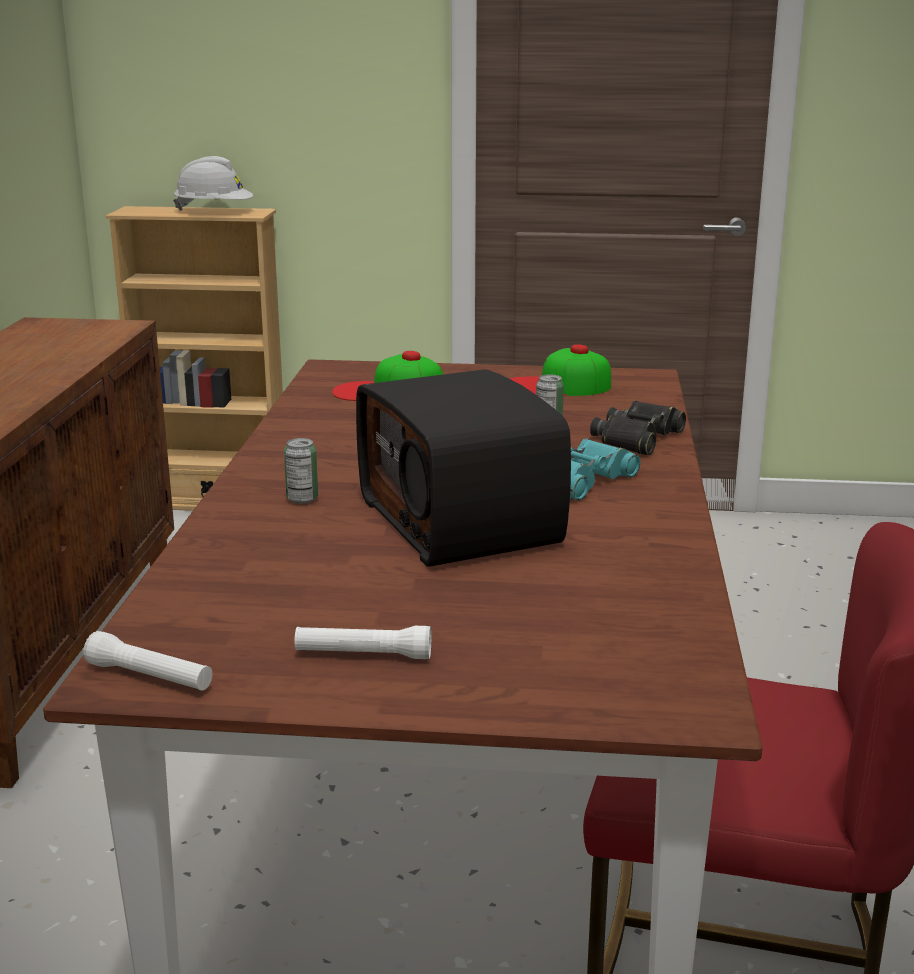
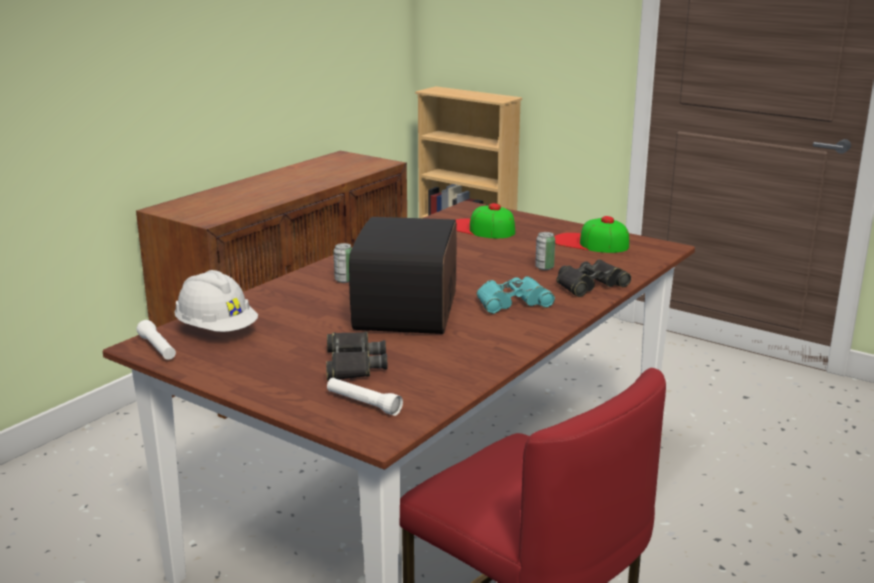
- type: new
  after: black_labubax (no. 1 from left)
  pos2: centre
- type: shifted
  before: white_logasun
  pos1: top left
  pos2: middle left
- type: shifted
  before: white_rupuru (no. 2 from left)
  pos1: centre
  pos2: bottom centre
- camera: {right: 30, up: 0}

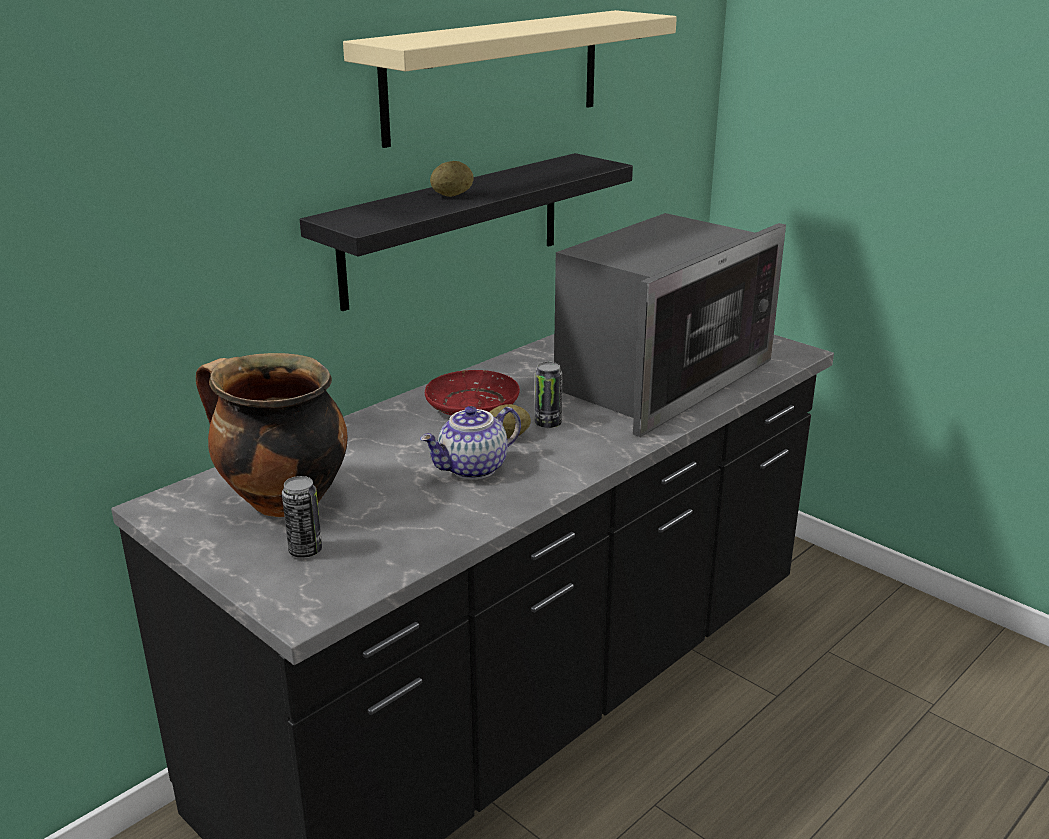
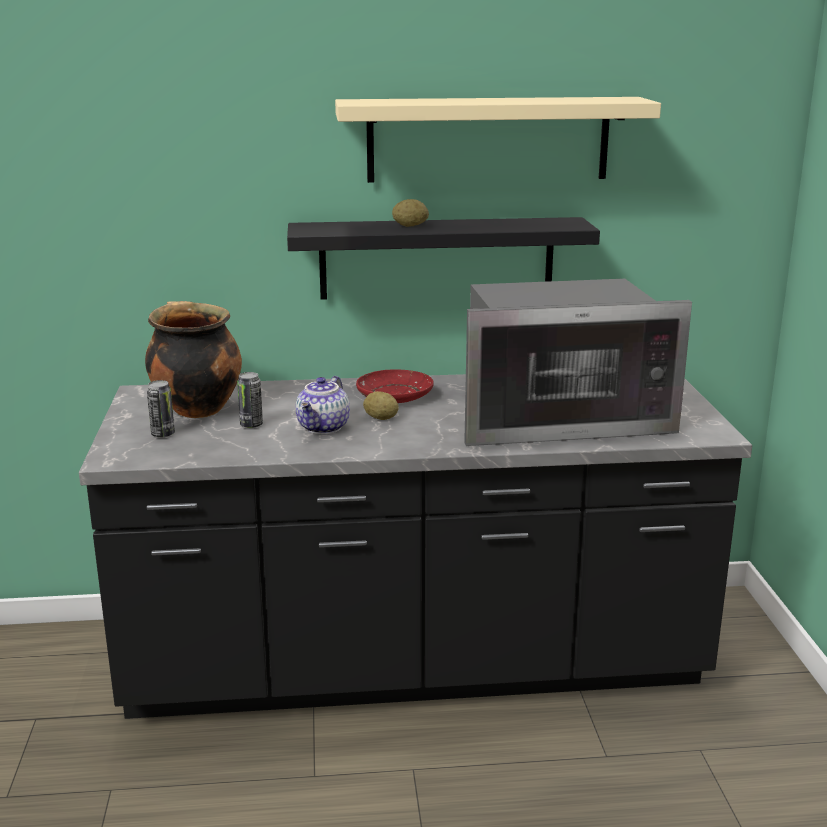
- type: shifted
  before: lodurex (no. 2 from left)
  pos1: centre
  pos2: middle left
- type: rotated
  before: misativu
  pos1: centre
  pos2: centre
  turn: -75
- camera: {right: 40, up: -5}

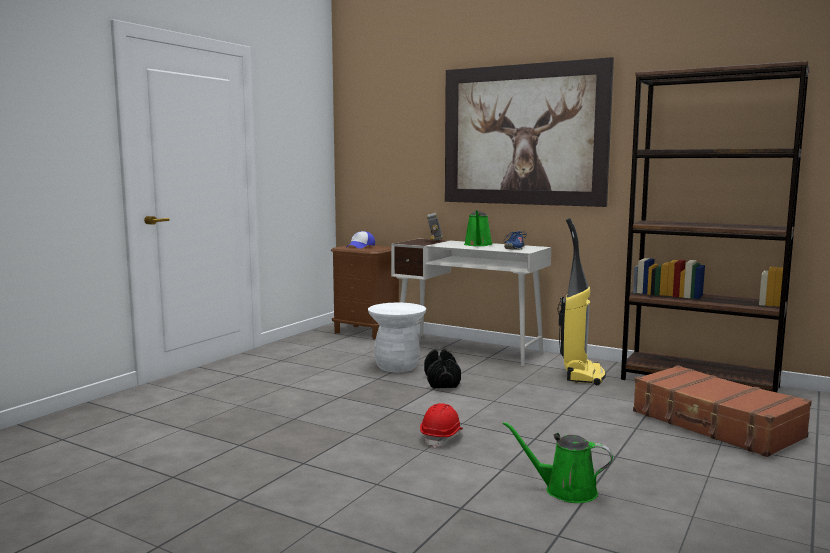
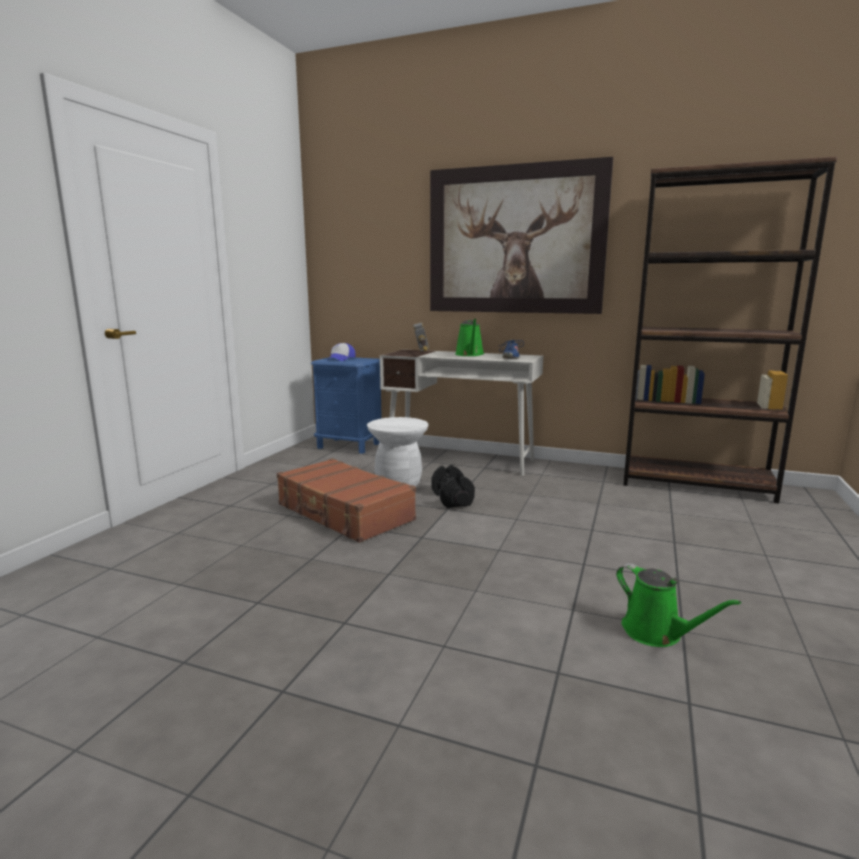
- type: gone
  before: red_logasun
  pos1: bottom centre
- type: gone
  before: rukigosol
  pos1: middle right
- type: shifted
  before: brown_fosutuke
  pos1: bottom right
  pos2: centre
- type: repainted
  before: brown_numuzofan
  after: blue_numuzofan
  pos1: centre
  pos2: centre
- type: rotated
  before: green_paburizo (no. 2 from left)
  pos1: bottom right
  pos2: bottom right
  turn: -135
- camera: {right: -10, up: 5}

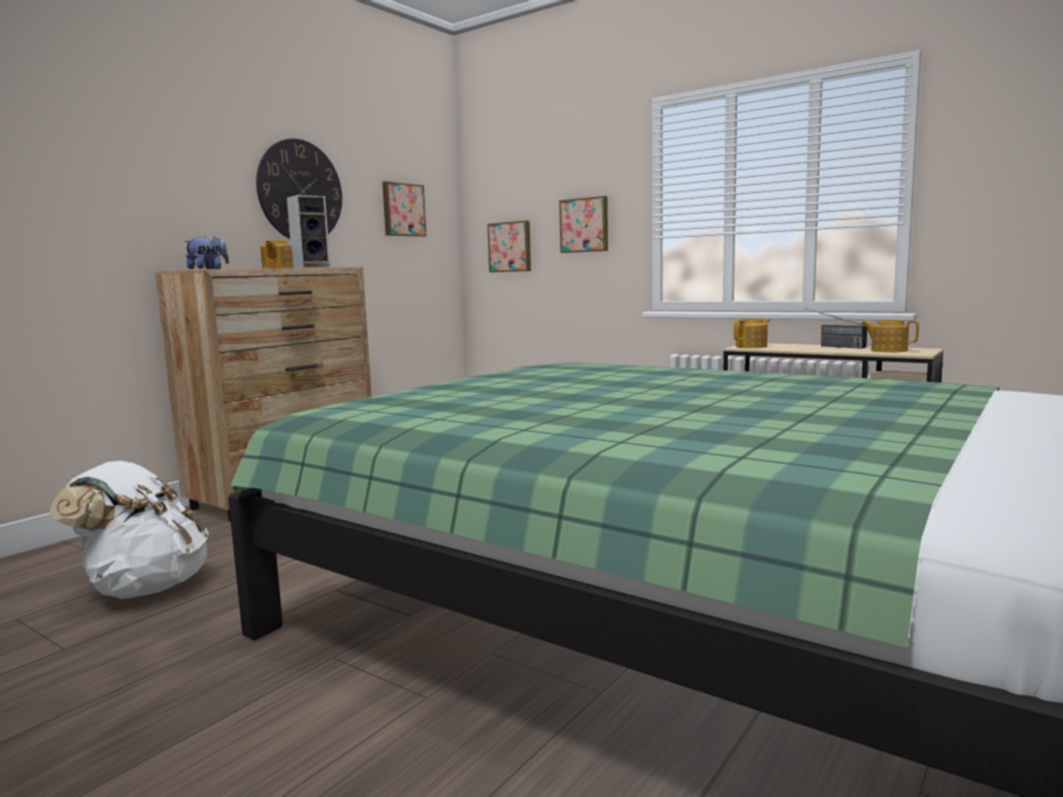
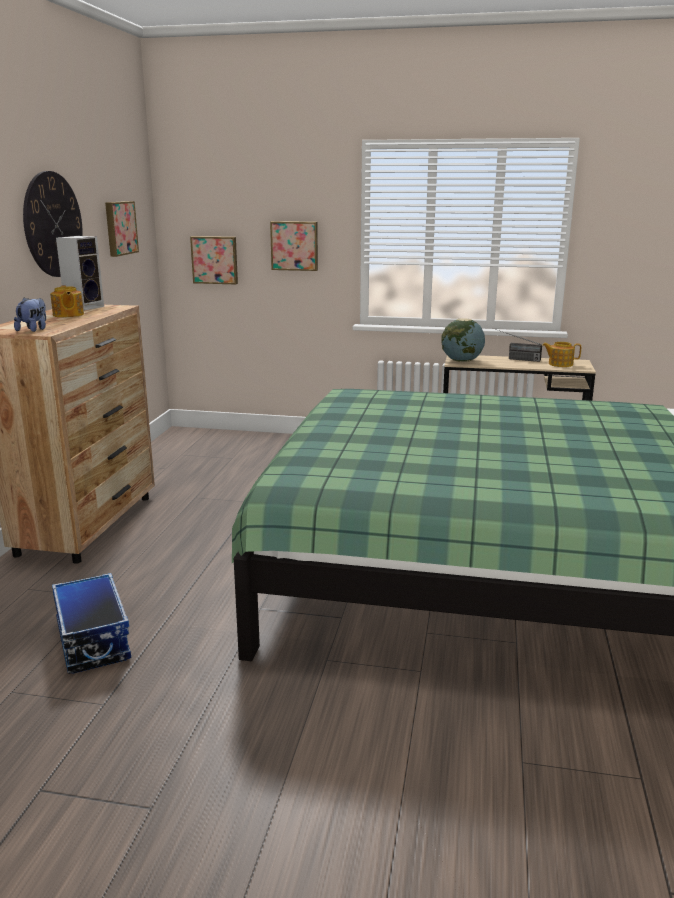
- type: swapped
  before: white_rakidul
  after: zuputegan
  pos1: middle left
  pos2: bottom left
- type: swapped
  before: misativu (no. 2 from left)
  after: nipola
  pos1: middle right
  pos2: middle right
- camera: {right: -25, up: 10}

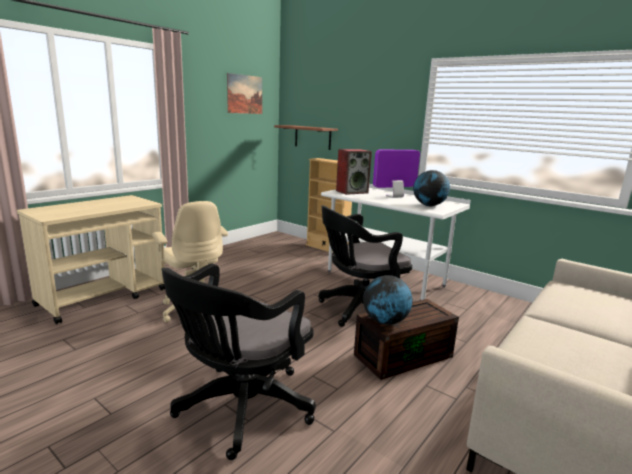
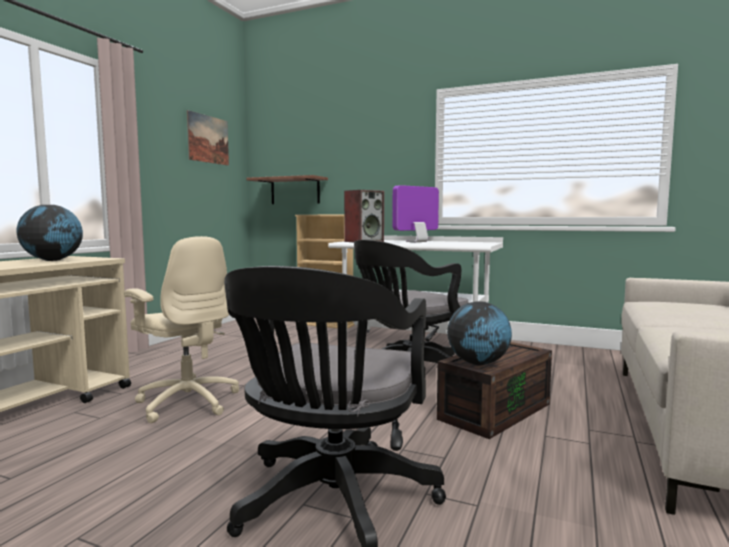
- type: shifted
  before: nipola (no. 2 from left in the first image)
  after: nipola (no. 1 from left)
  pos1: middle right
  pos2: middle left
- camera: {right: -15, up: -10}

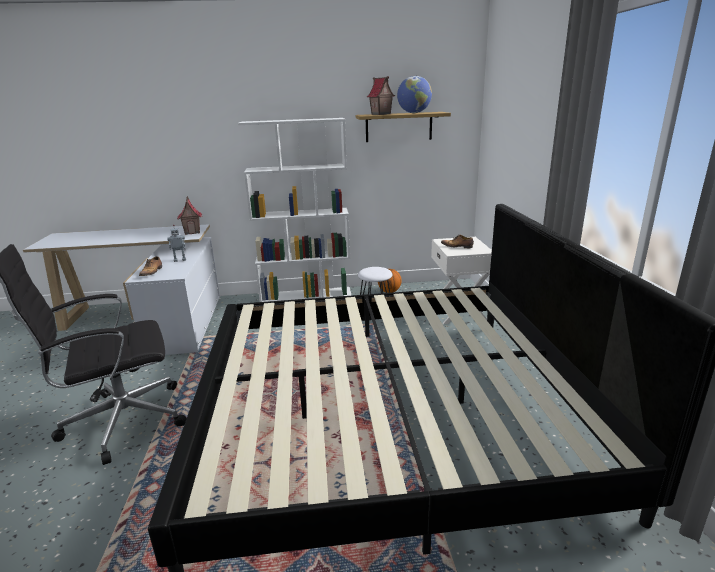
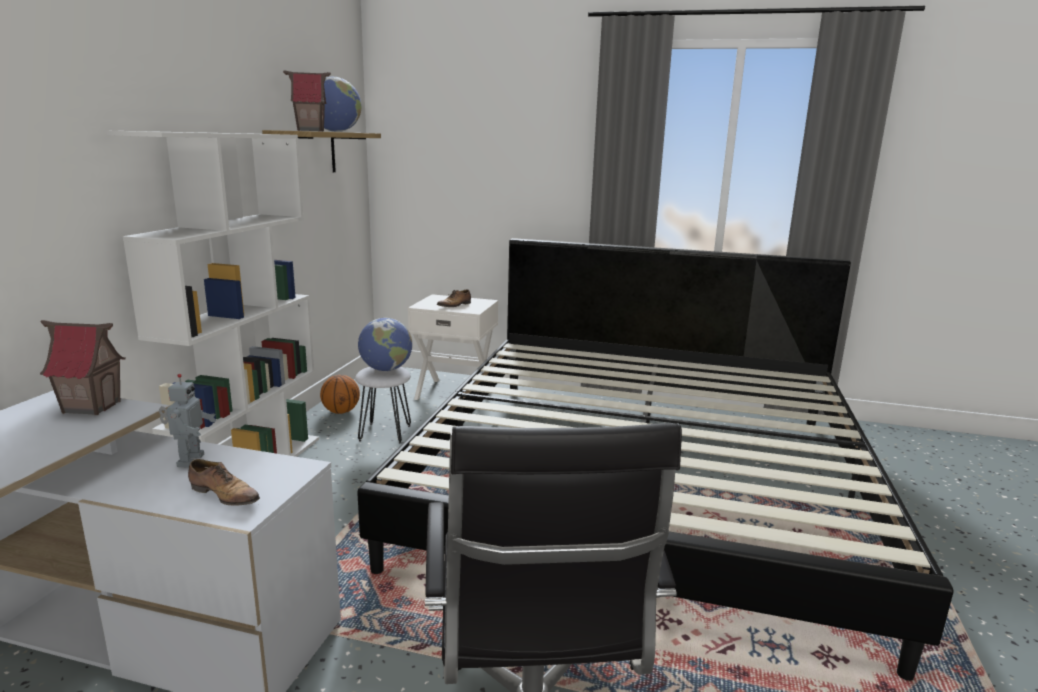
- type: new
  after: nipola (no. 2 from left)
  pos2: centre
- camera: {right: -70, up: -5}

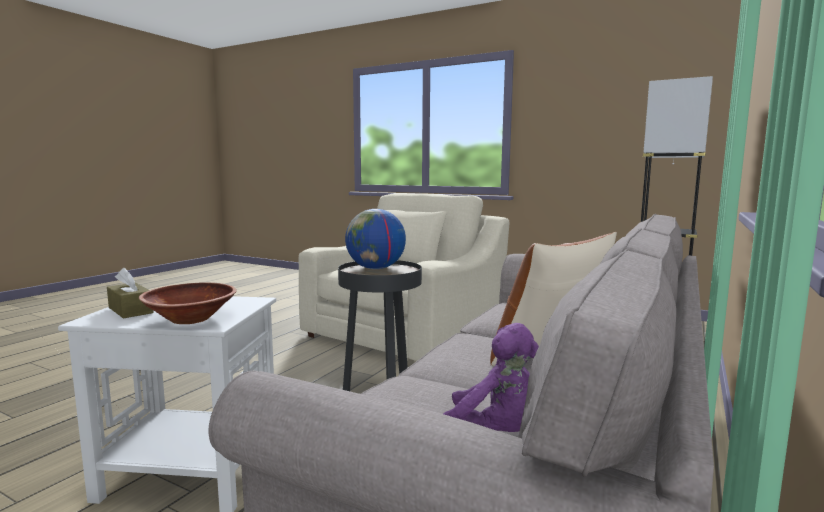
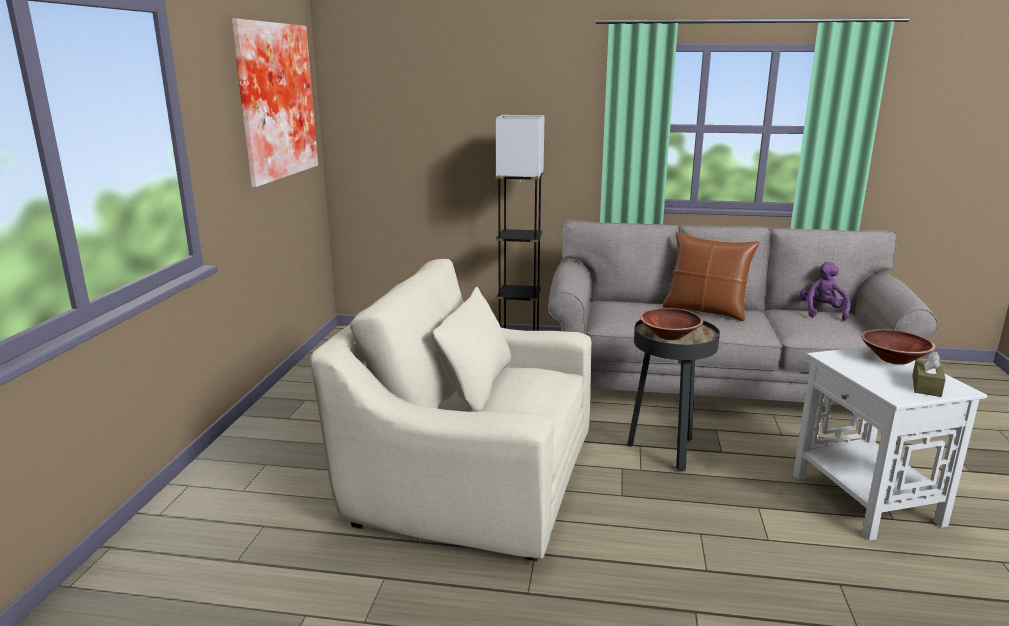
- type: new
  after: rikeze
  pos2: top left
- type: swapped
  before: nipola
  after: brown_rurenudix (no. 1 from left)
  pos1: centre
  pos2: centre
- camera: {right: -110, up: 10}

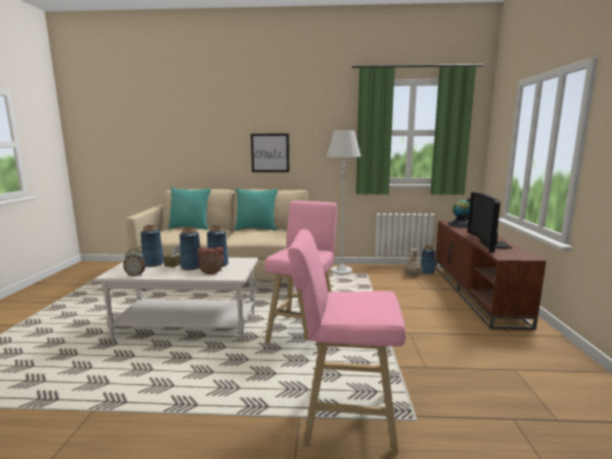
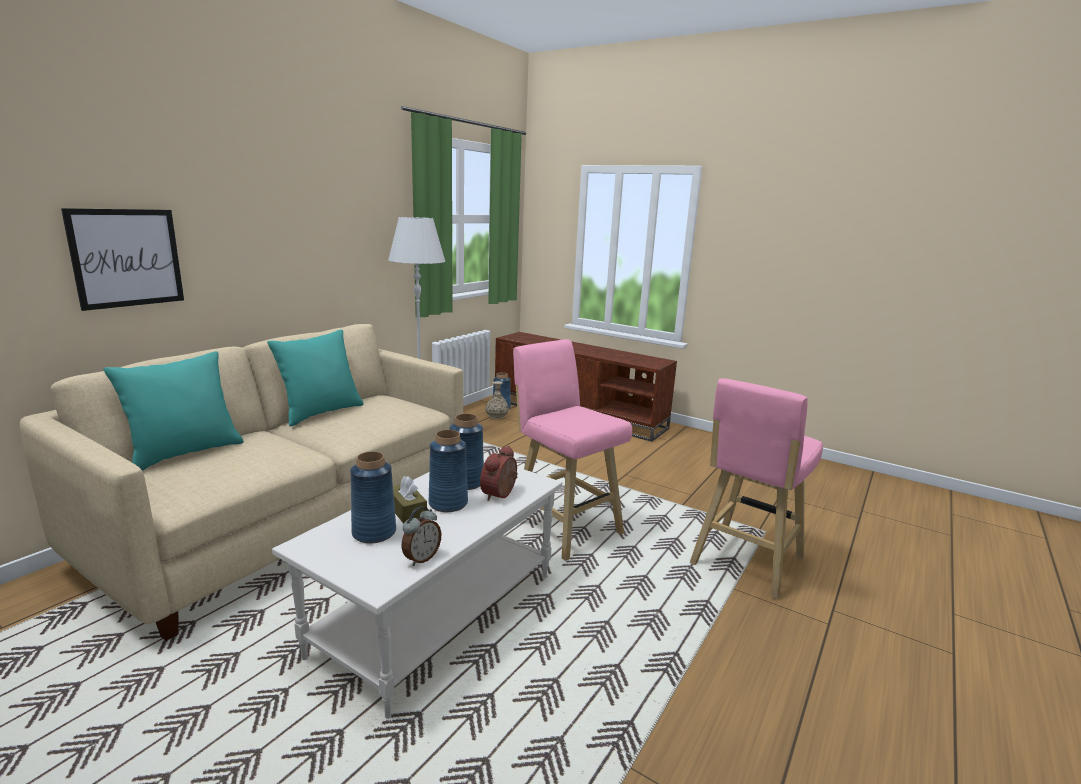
- type: gone
  before: nipola
  pos1: middle right
- type: gone
  before: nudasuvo
  pos1: middle right
- type: shifted
  before: rikeze
  pos1: centre
  pos2: top left
- camera: {right: -60, up: 5}

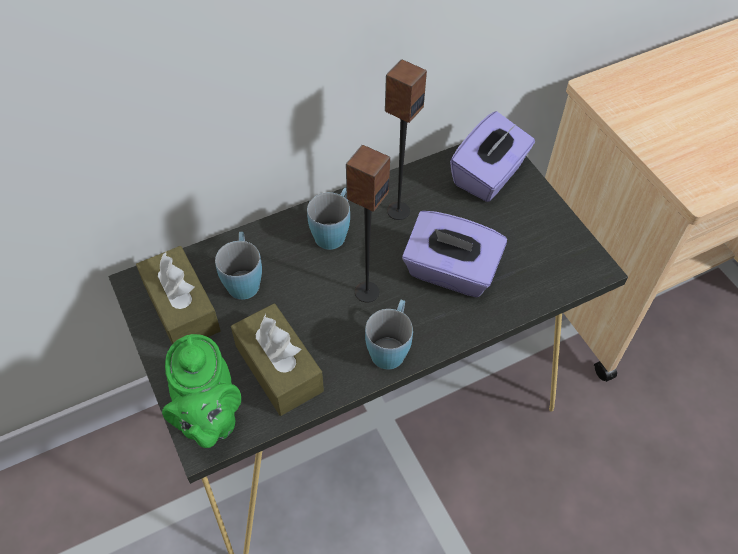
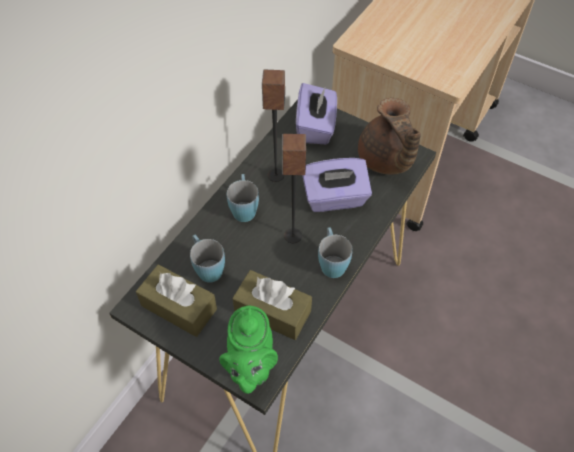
- type: new
  after: brown_misativu
  pos2: top right
- type: rotated
  before: green_misativu
  pos1: bottom left
  pos2: bottom centre
  turn: 45
- camera: {right: -30, up: 0}

